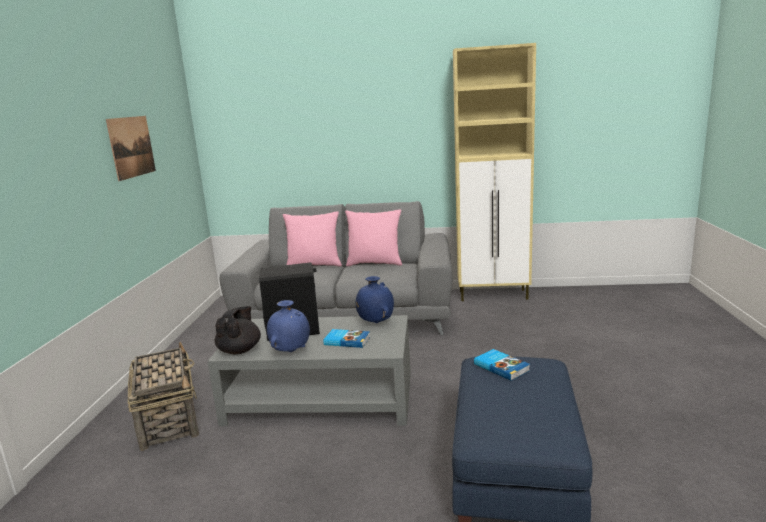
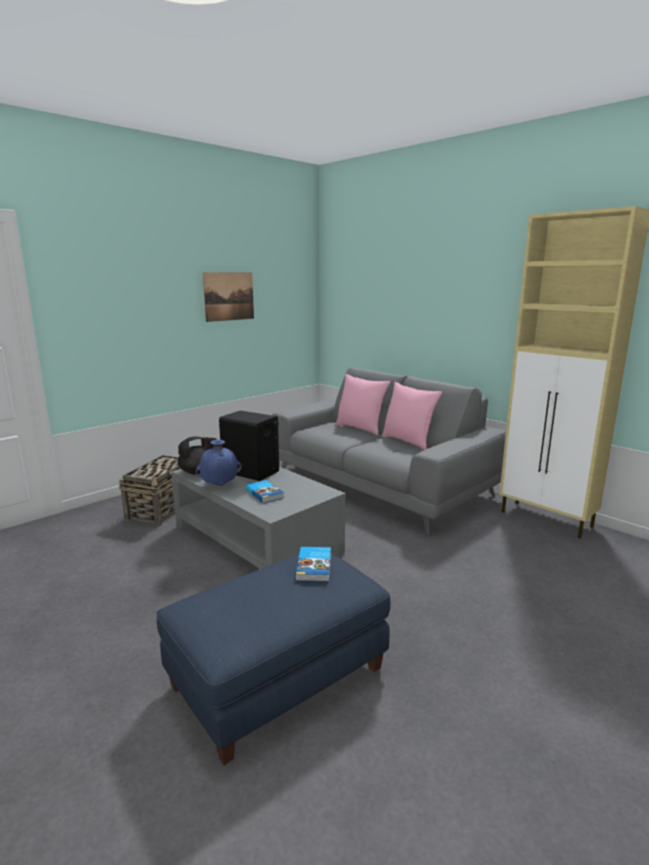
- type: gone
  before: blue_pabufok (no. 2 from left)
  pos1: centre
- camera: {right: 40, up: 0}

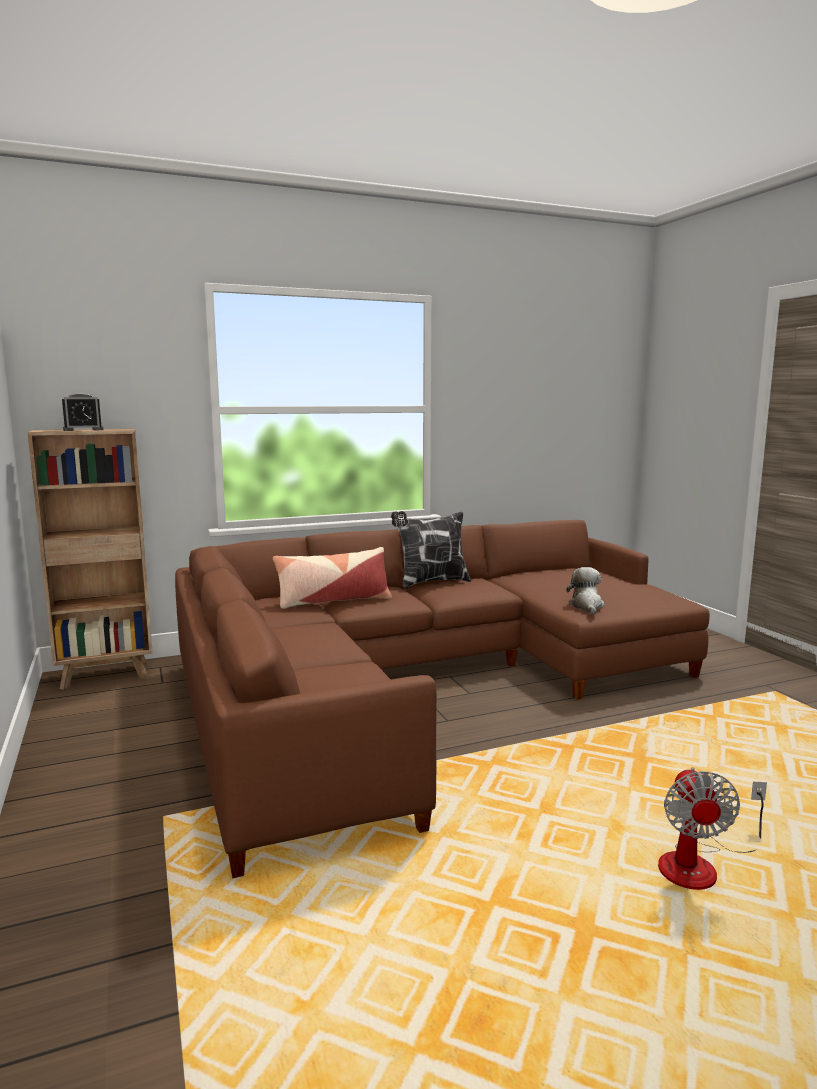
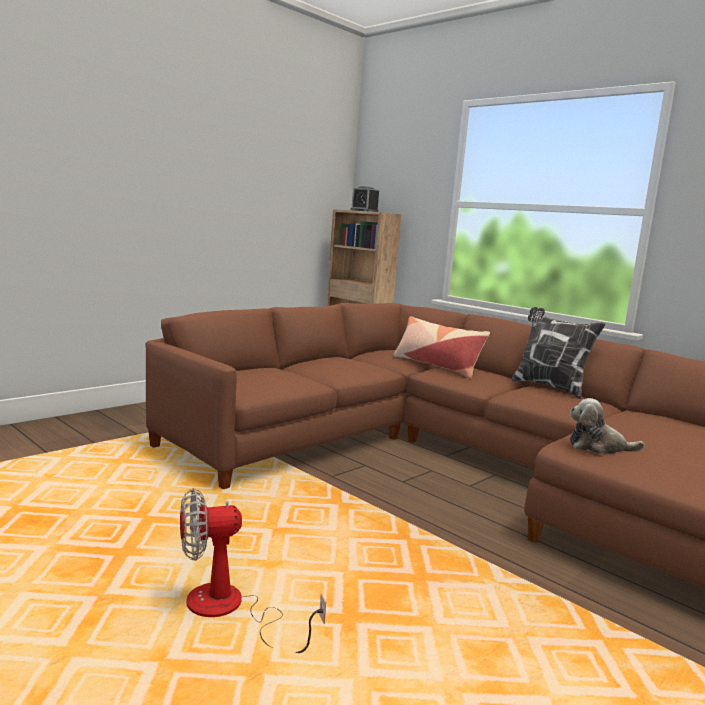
- type: rotated
  before: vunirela
  pos1: middle right
  pos2: middle right
  turn: -150
- camera: {right: 65, up: 0}

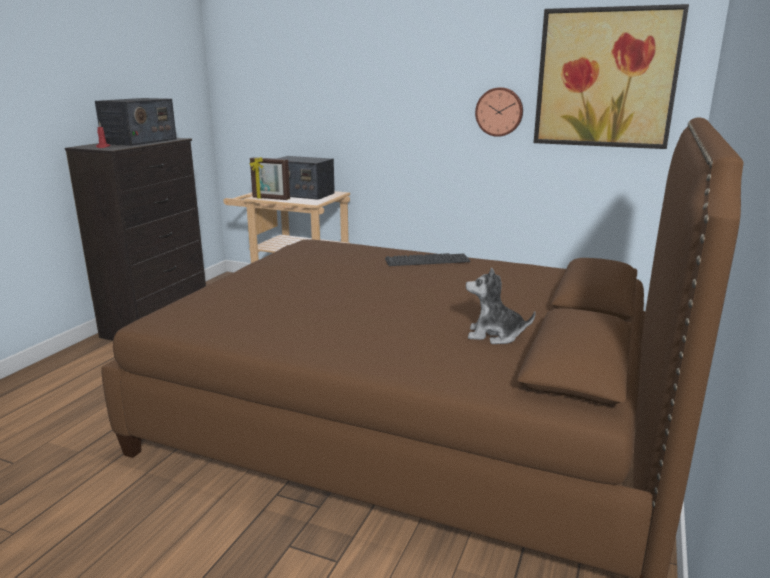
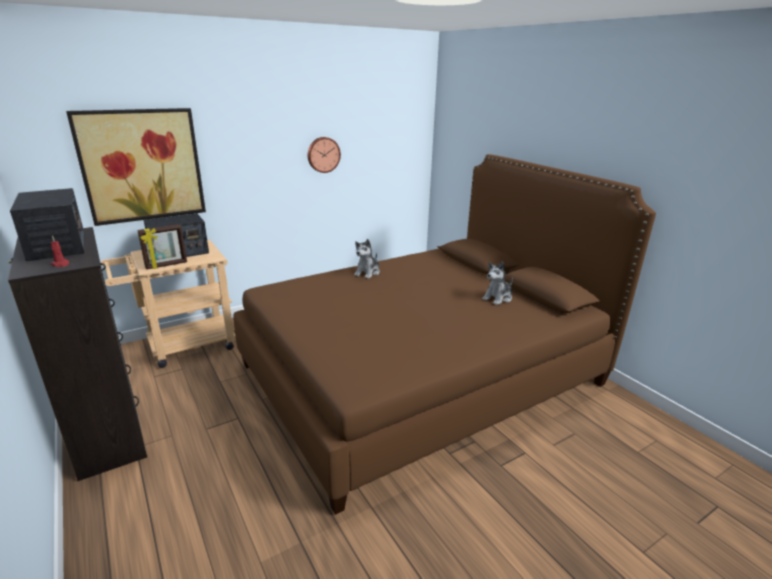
- type: shifted
  before: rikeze
  pos1: top right
  pos2: top left
- type: swapped
  before: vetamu
  after: vunirela (no. 1 from left)
  pos1: centre
  pos2: centre
- camera: {right: -55, up: 5}

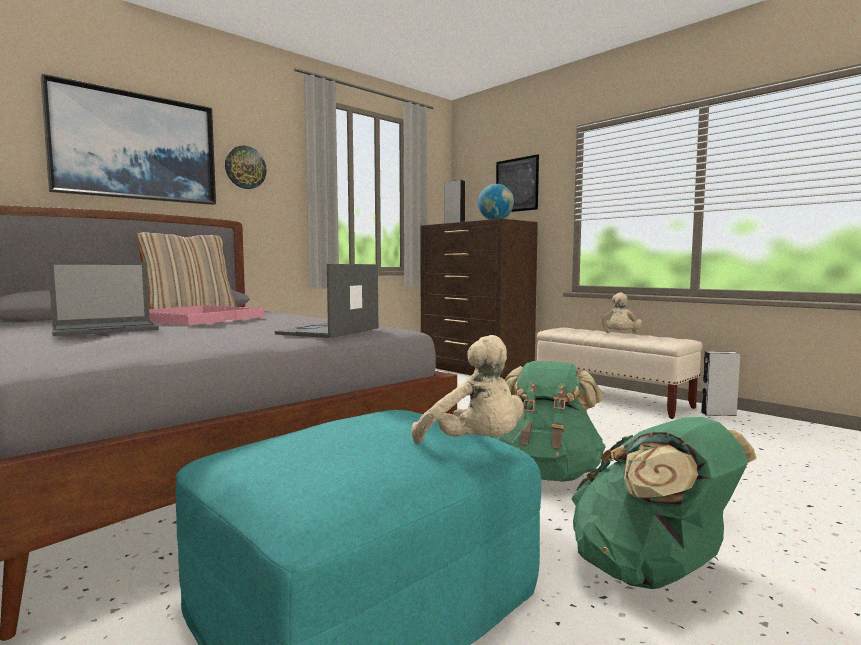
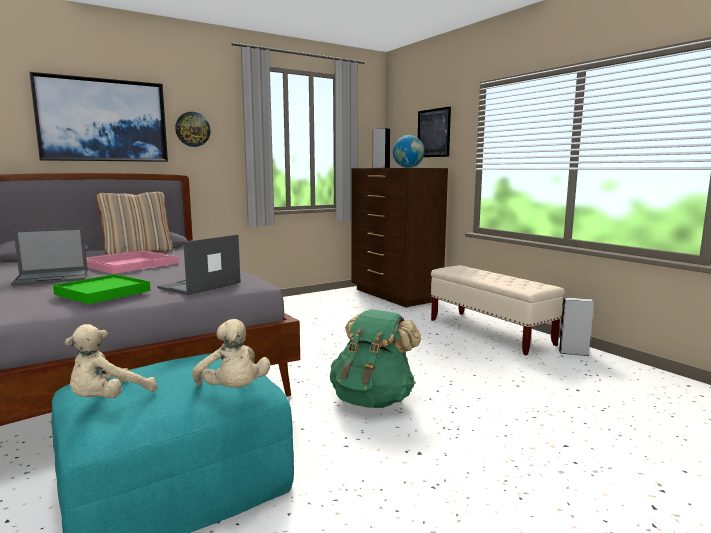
- type: gone
  before: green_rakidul (no. 2 from left)
  pos1: bottom right
- type: new
  after: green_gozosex
  pos2: middle left
- type: shifted
  before: beige_vunirela (no. 2 from left in the first image)
  after: beige_vunirela (no. 1 from left)
  pos1: middle right
  pos2: bottom left
- camera: {right: 10, up: 5}

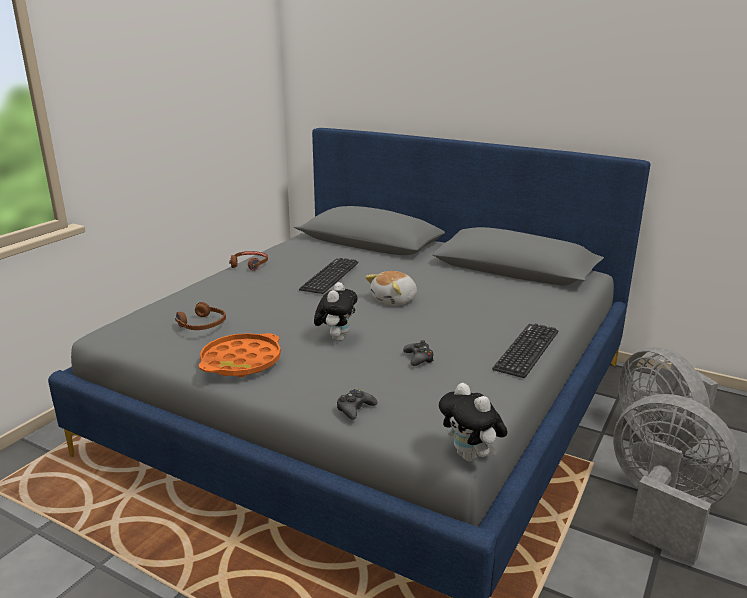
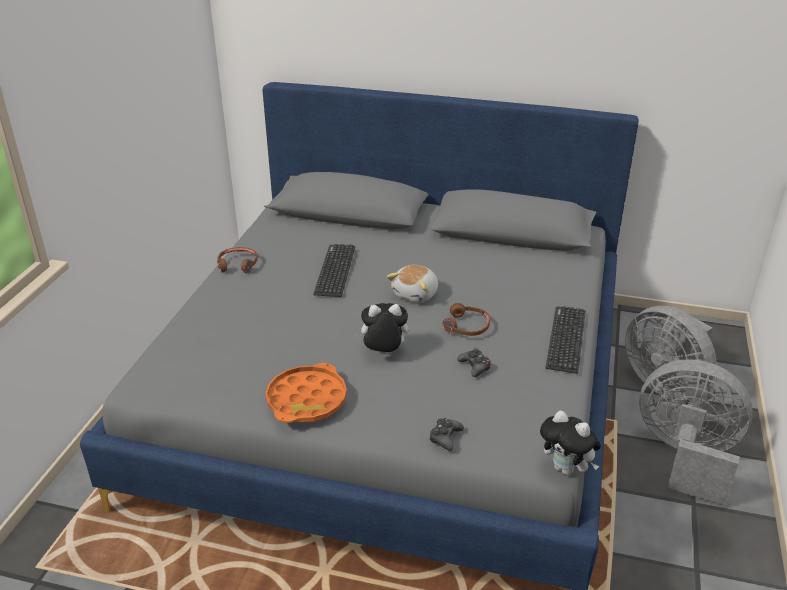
- type: shifted
  before: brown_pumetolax (no. 1 from left in the first image)
  after: brown_pumetolax (no. 2 from left)
  pos1: middle left
  pos2: centre
- type: rotated
  before: vunirela (no. 1 from left)
  pos1: centre
  pos2: centre
  turn: -90
- camera: {right: -15, up: 10}

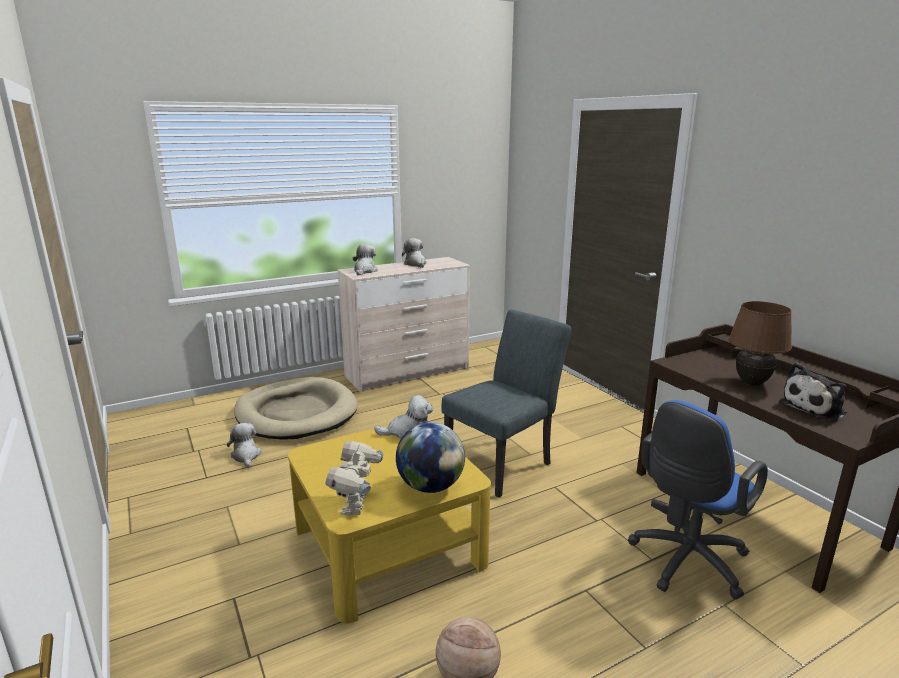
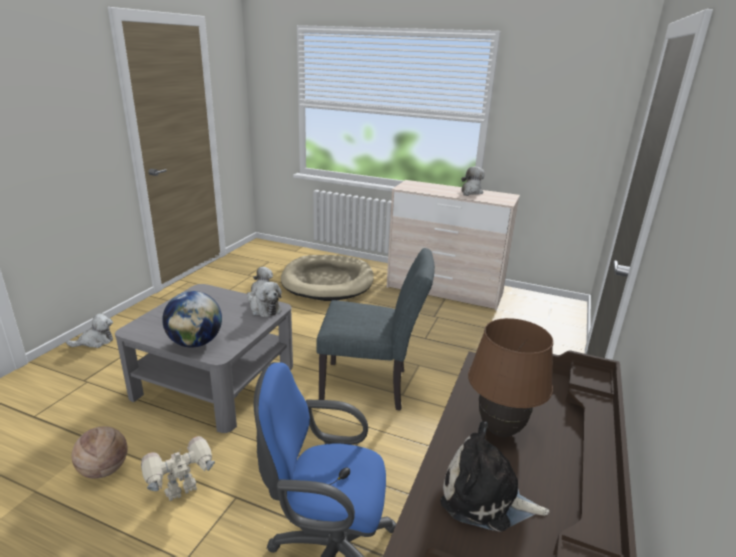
- type: shifted
  before: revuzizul
  pos1: bottom centre
  pos2: bottom left
- type: shifted
  before: vunirela (no. 2 from left in the first image)
  after: vunirela (no. 1 from left)
  pos1: centre
  pos2: middle left
- type: repainted
  before: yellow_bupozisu
  after: grey_bupozisu
  pos1: bottom centre
  pos2: middle left
- camera: {right: 50, up: 5}

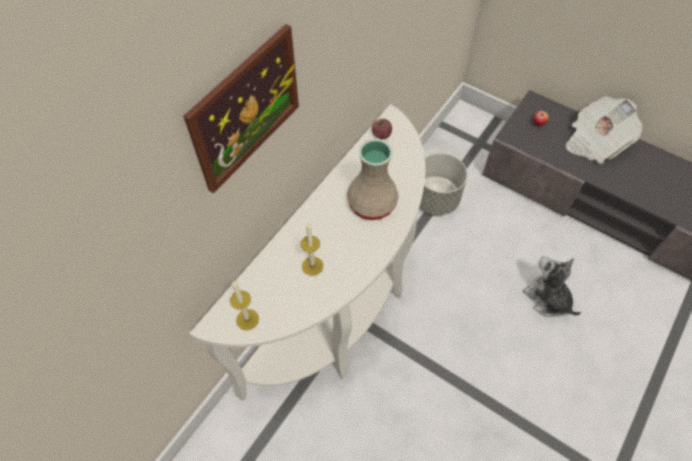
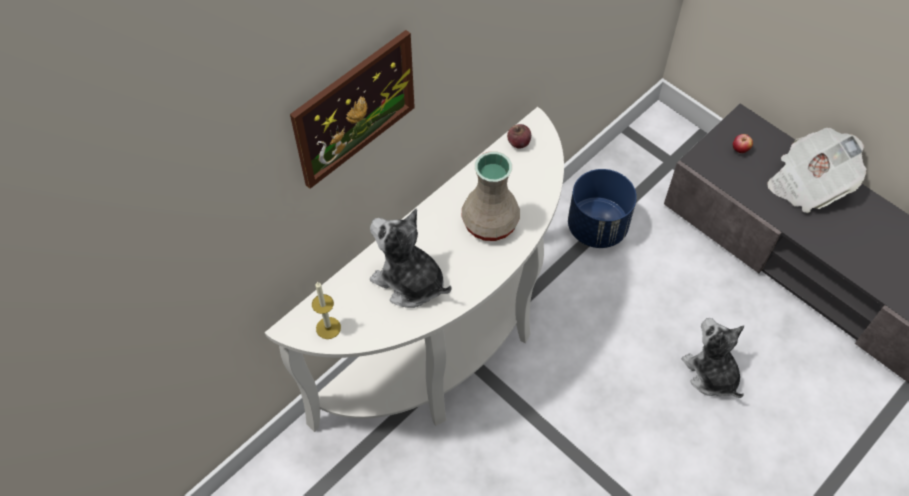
- type: swapped
  before: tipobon (no. 2 from left)
  after: vunirela (no. 1 from left)
  pos1: centre
  pos2: centre
- type: repainted
  before: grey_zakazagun
  after: blue_zakazagun
  pos1: centre
  pos2: centre
- camera: {right: 10, up: 0}

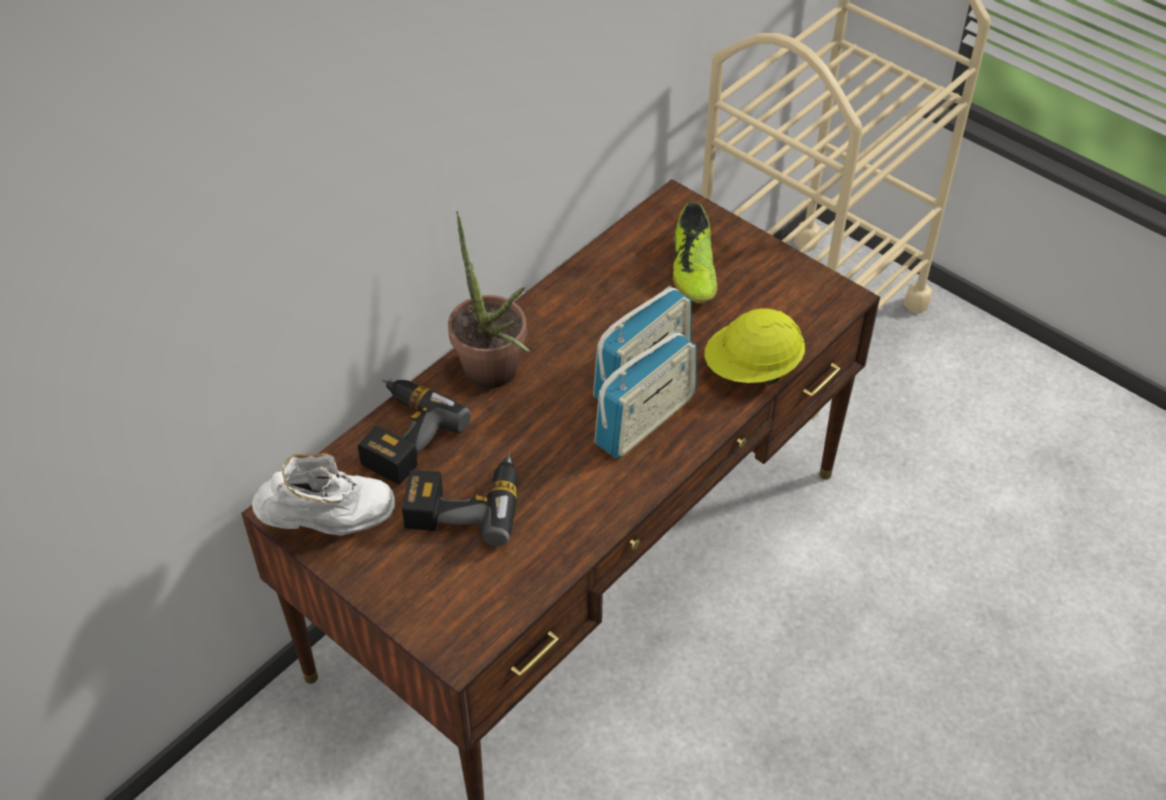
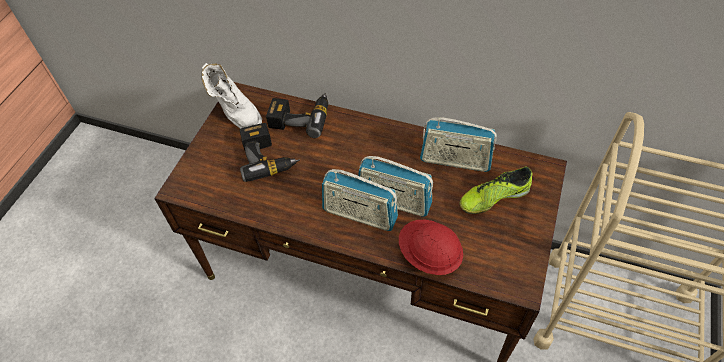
- type: gone
  before: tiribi
  pos1: centre
- type: new
  after: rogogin (no. 3 from left)
  pos2: centre
- type: repainted
  before: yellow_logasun
  after: red_logasun
  pos1: centre
  pos2: bottom centre
- camera: {right: 70, up: 5}

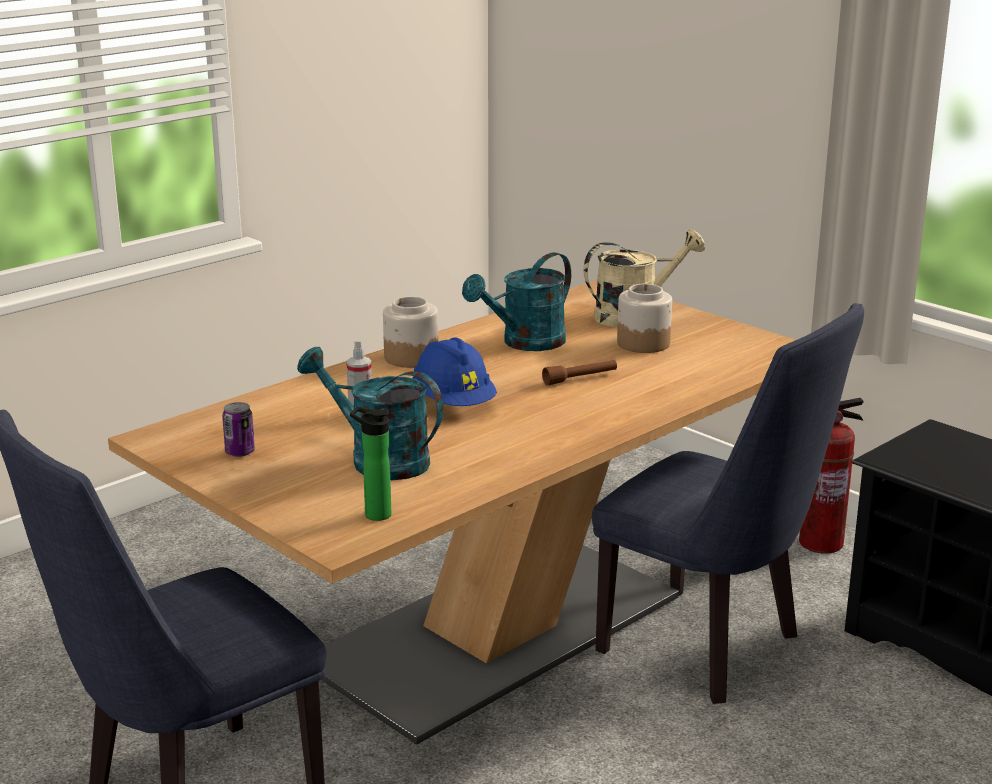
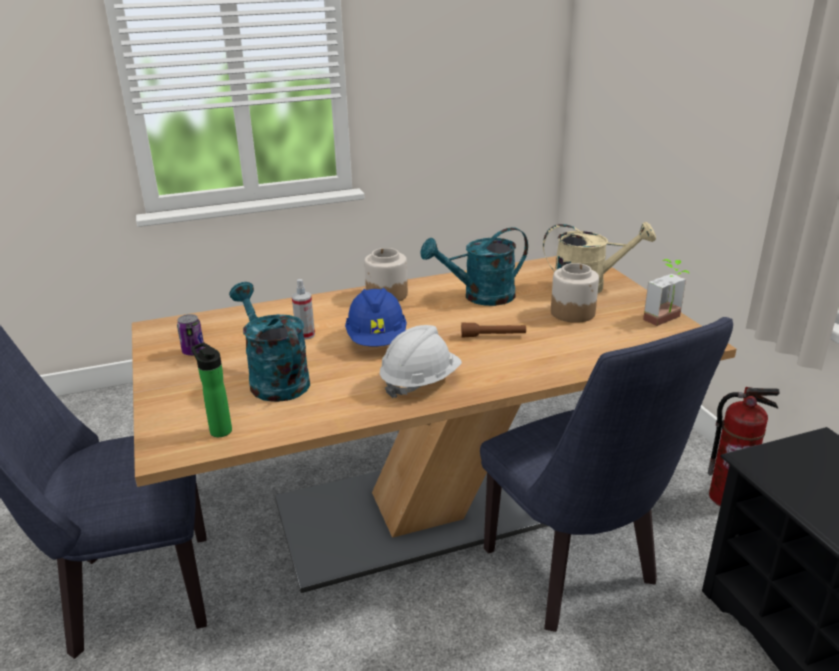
- type: new
  after: white_logasun
  pos2: centre
- type: new
  after: tiribi
  pos2: middle right
- camera: {right: 25, up: 5}

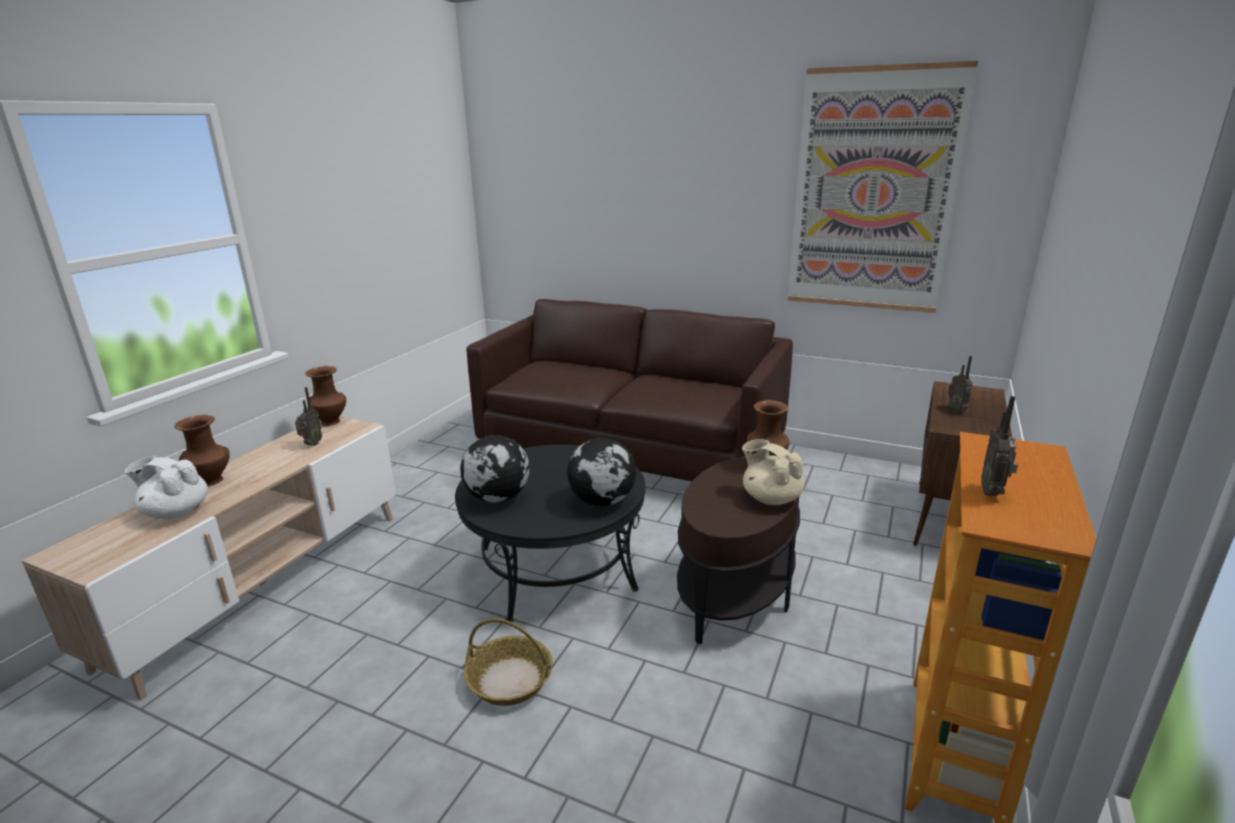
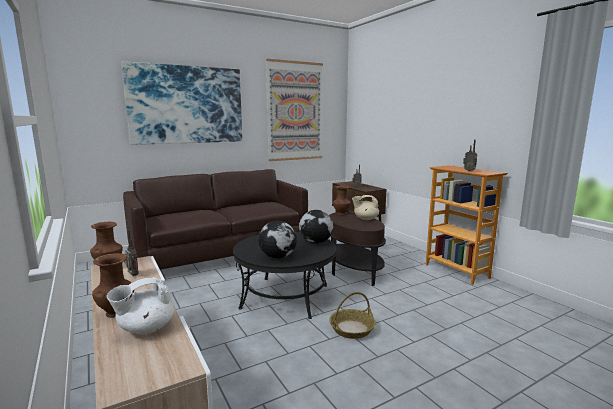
- type: new
  after: rikeze (no. 1 from left)
  pos2: top left
- camera: {right: -55, up: -10}

